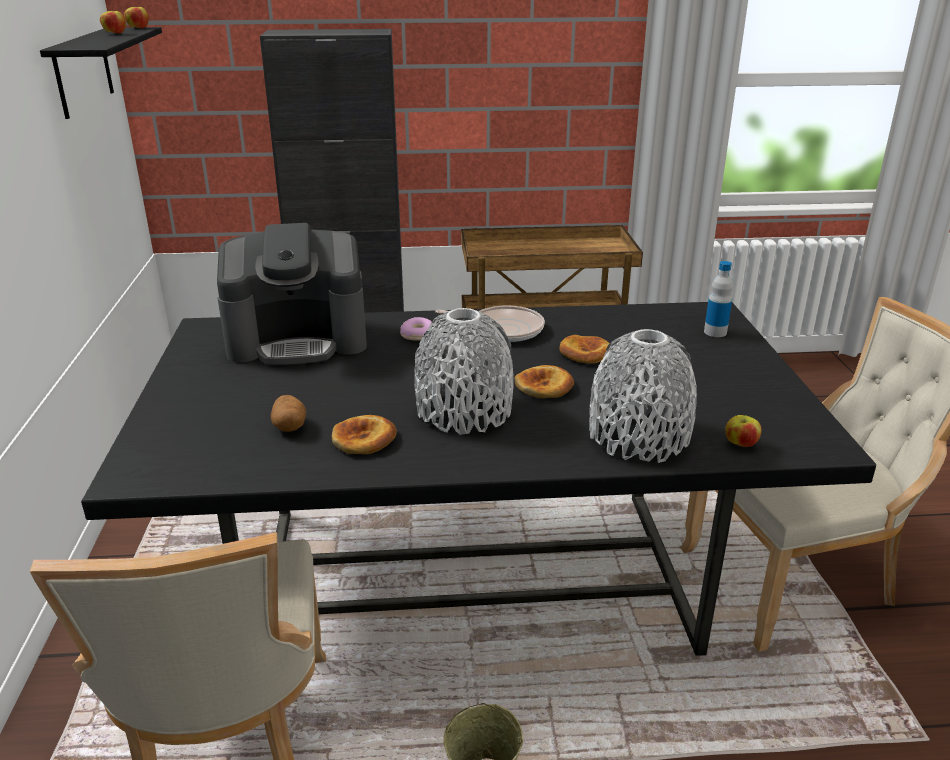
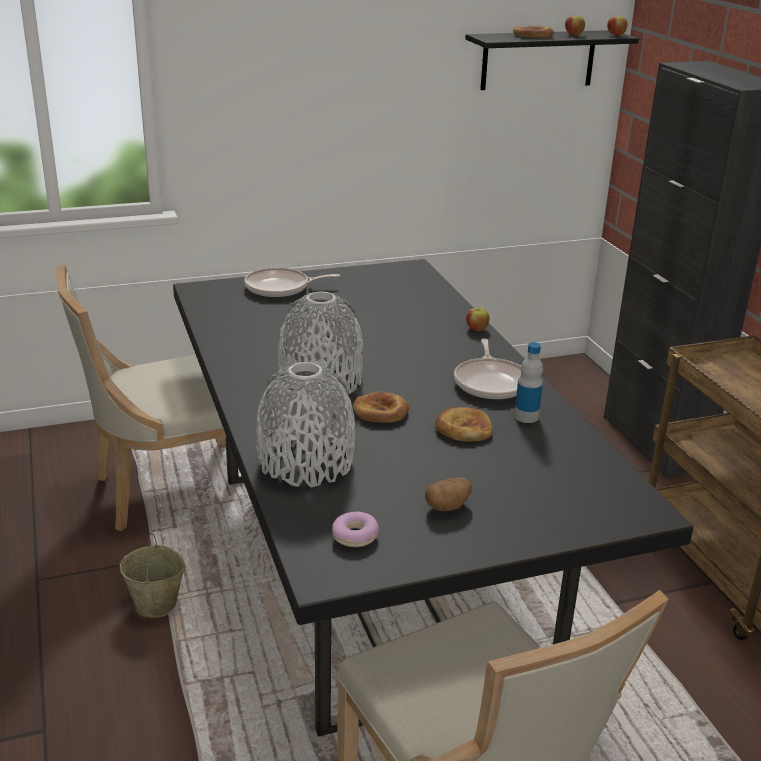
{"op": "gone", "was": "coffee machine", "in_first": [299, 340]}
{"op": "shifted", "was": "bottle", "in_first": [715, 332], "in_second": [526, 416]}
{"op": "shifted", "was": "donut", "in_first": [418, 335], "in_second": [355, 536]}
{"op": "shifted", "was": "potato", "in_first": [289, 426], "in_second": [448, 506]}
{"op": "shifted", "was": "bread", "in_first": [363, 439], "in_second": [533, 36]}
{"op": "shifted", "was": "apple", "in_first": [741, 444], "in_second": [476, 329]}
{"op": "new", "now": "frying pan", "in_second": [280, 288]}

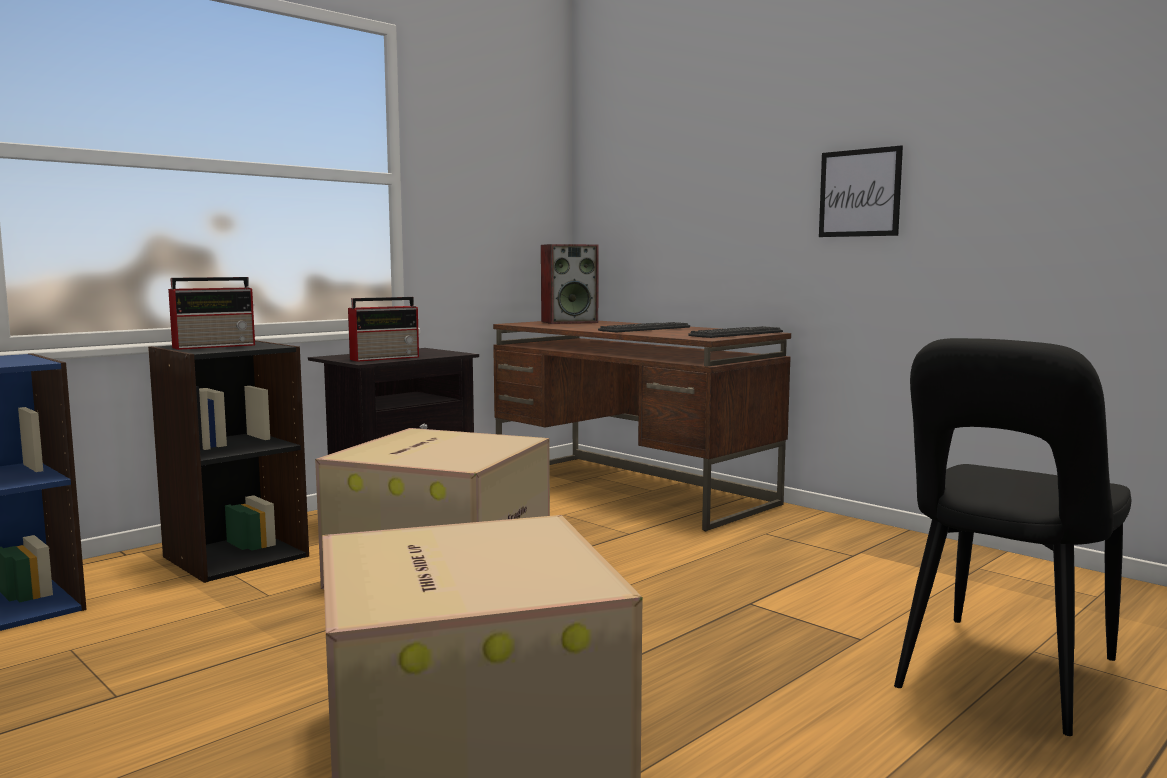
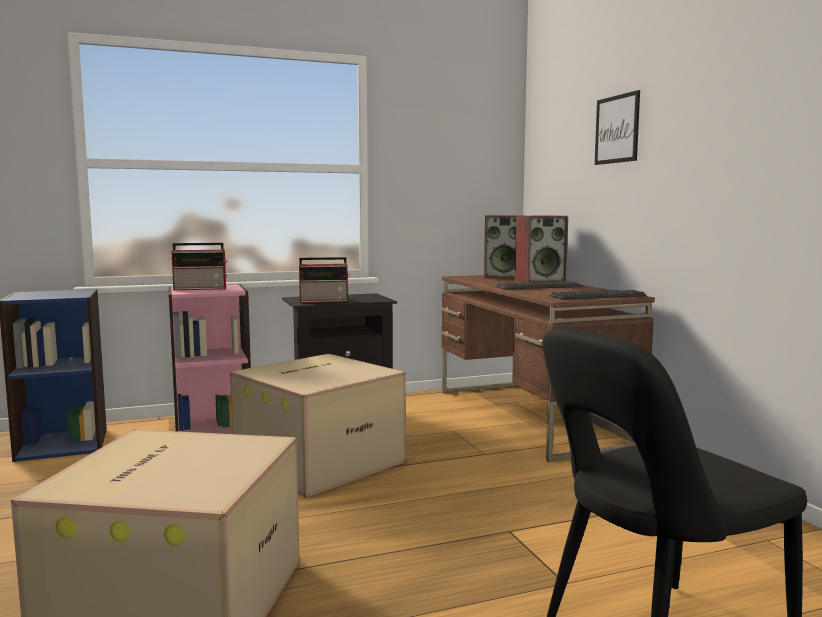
{"op": "shifted", "was": "picture", "in_first": [859, 193], "in_second": [617, 129]}
{"op": "repainted", "was": "bookcase in black", "now": "bookcase in pink", "in_first": [235, 556], "in_second": [213, 430]}
{"op": "new", "now": "speaker", "in_second": [540, 281]}

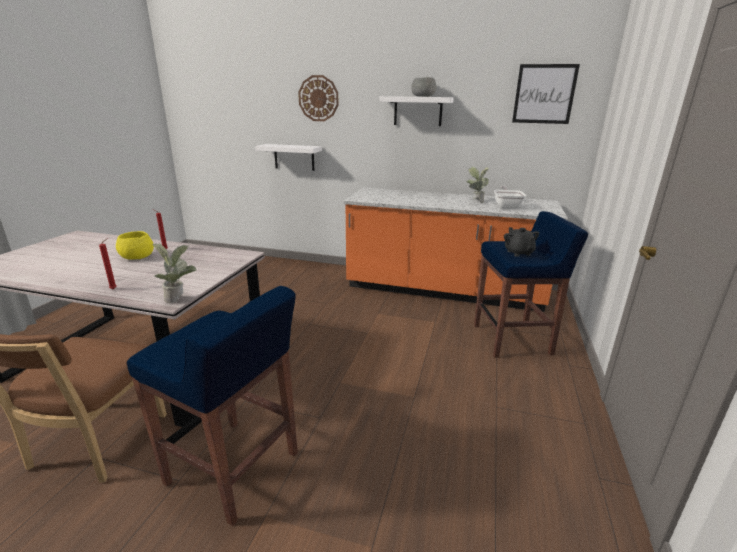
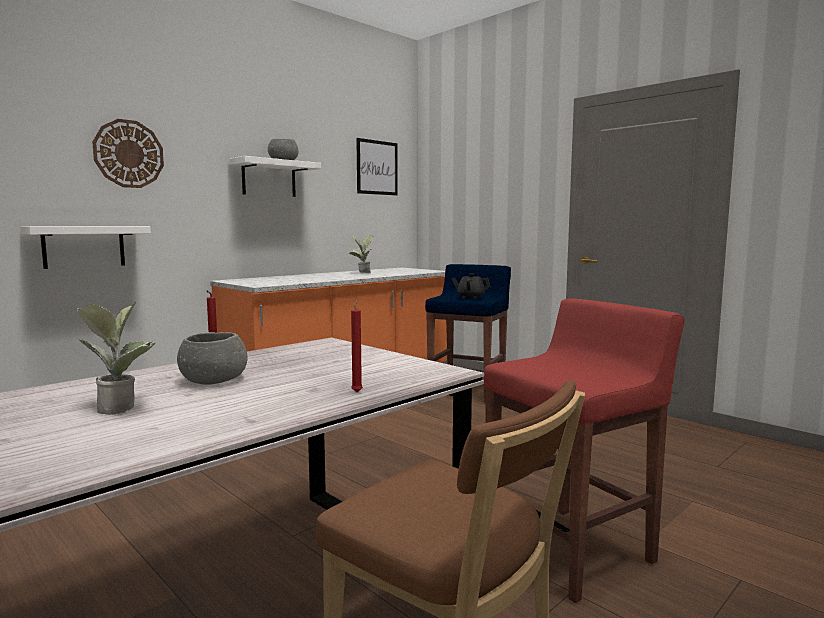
{"op": "gone", "was": "frying pan", "in_first": [507, 206]}
{"op": "repainted", "was": "bowl in yellow", "now": "bowl in grey", "in_first": [137, 257], "in_second": [214, 380]}
{"op": "shifted", "was": "potted plant", "in_first": [179, 298], "in_second": [122, 407]}
{"op": "repainted", "was": "stool in blue", "now": "stool in red", "in_first": [235, 469], "in_second": [571, 550]}

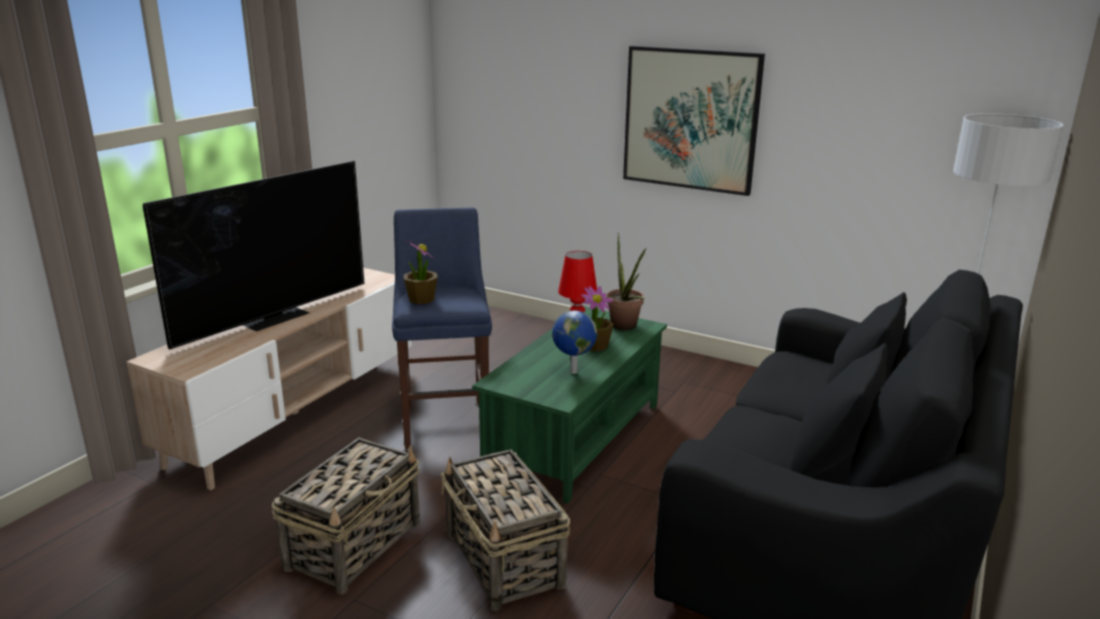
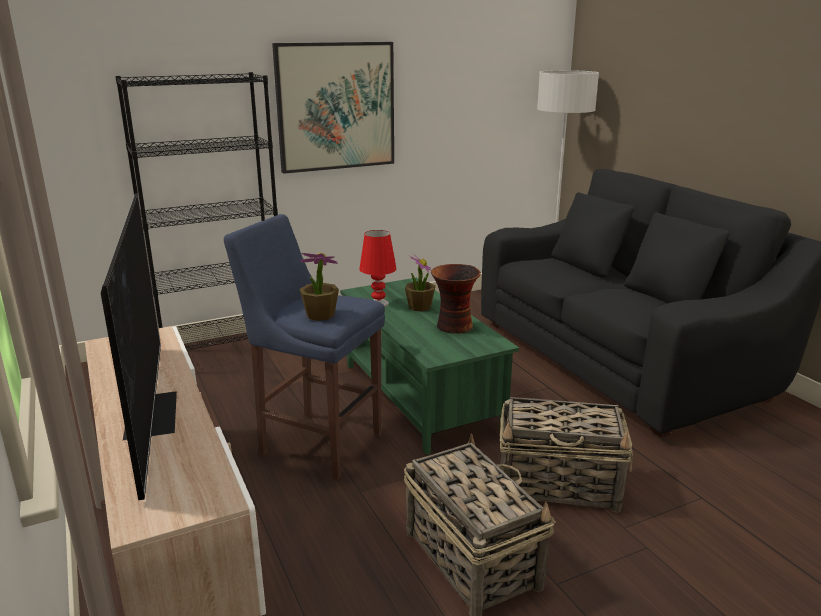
{"op": "gone", "was": "potted plant", "in_first": [625, 327]}
{"op": "swapped", "was": "globe", "now": "vase", "in_first": [572, 372], "in_second": [454, 327]}
{"op": "new", "now": "bookcase in black", "in_second": [223, 350]}

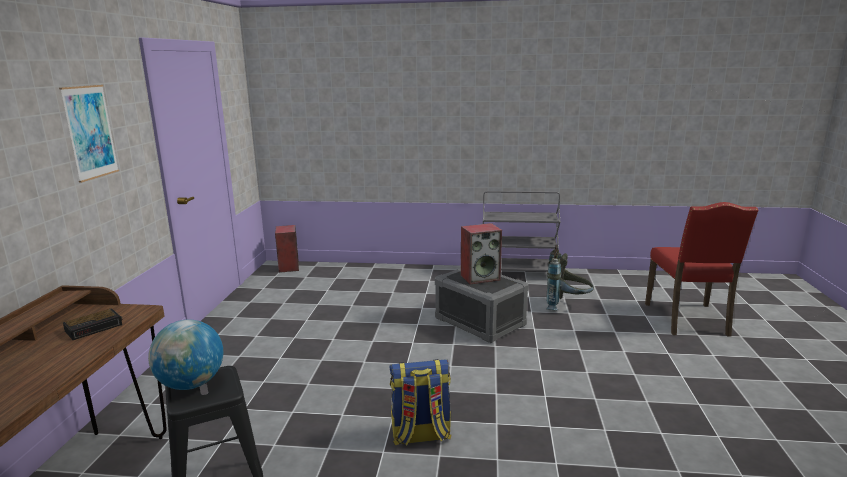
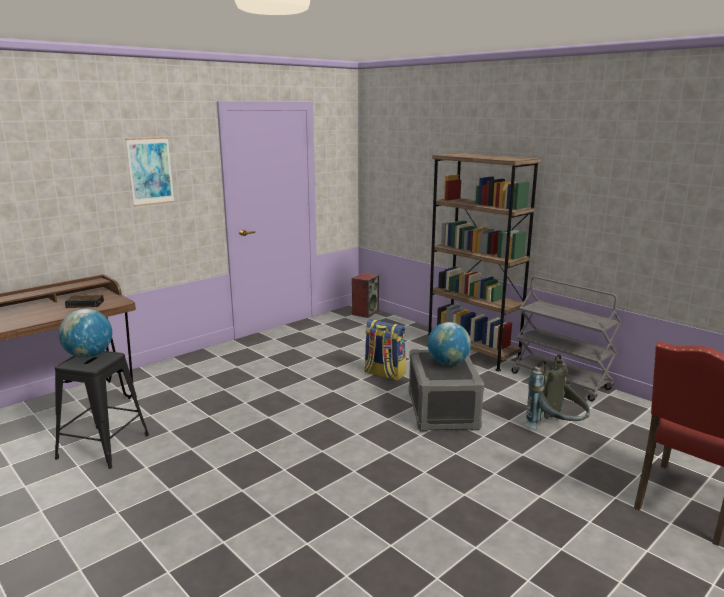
{"op": "swapped", "was": "speaker", "now": "globe", "in_first": [480, 277], "in_second": [448, 363]}
{"op": "shifted", "was": "backpack", "in_first": [420, 435], "in_second": [384, 374]}
{"op": "new", "now": "bookcase in brown", "in_second": [472, 352]}

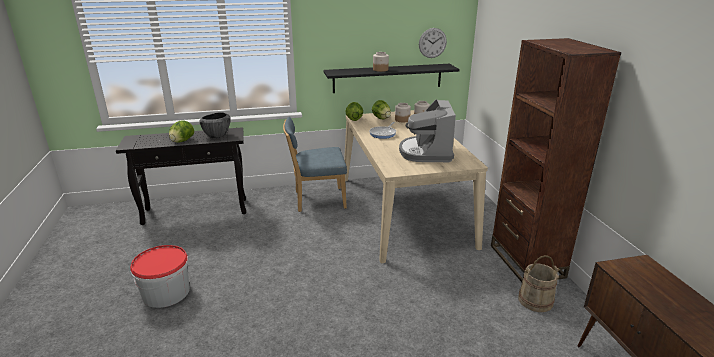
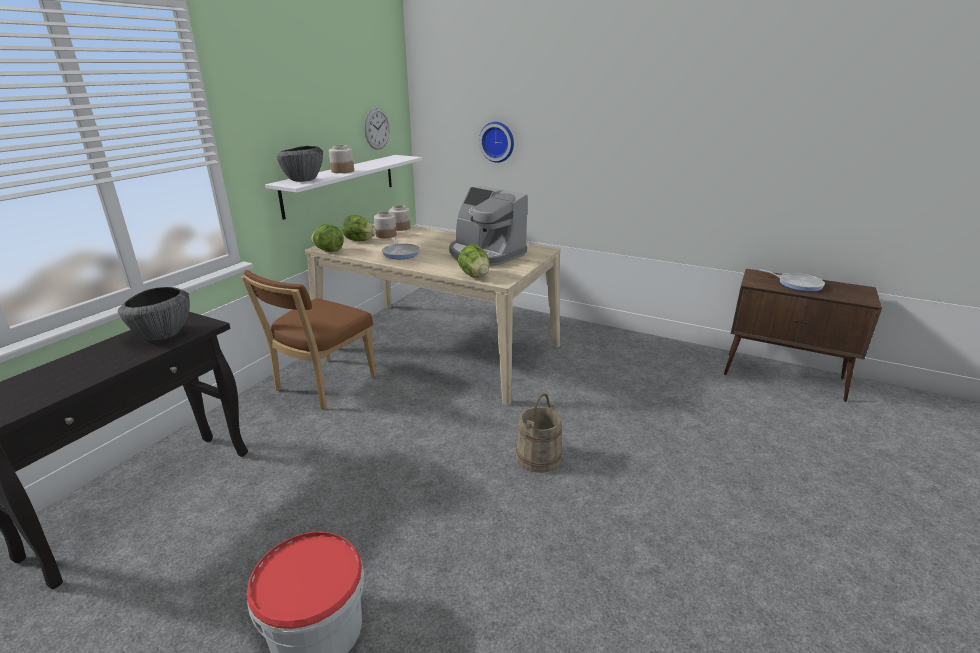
{"op": "gone", "was": "bookcase in brown", "in_first": [526, 261]}
{"op": "repainted", "was": "shelf in black", "now": "shelf in white", "in_first": [387, 78], "in_second": [341, 184]}
{"op": "repainted", "was": "chair in blue", "now": "chair in brown", "in_first": [317, 200], "in_second": [322, 385]}
{"op": "shifted", "was": "lettuce", "in_first": [182, 141], "in_second": [474, 276]}
{"op": "shifted", "was": "bucket in beige", "in_first": [535, 300], "in_second": [538, 457]}
{"op": "new", "now": "wall clock", "in_second": [497, 141]}
{"op": "new", "now": "bowl", "in_second": [303, 180]}
{"op": "new", "now": "frying pan", "in_second": [797, 284]}

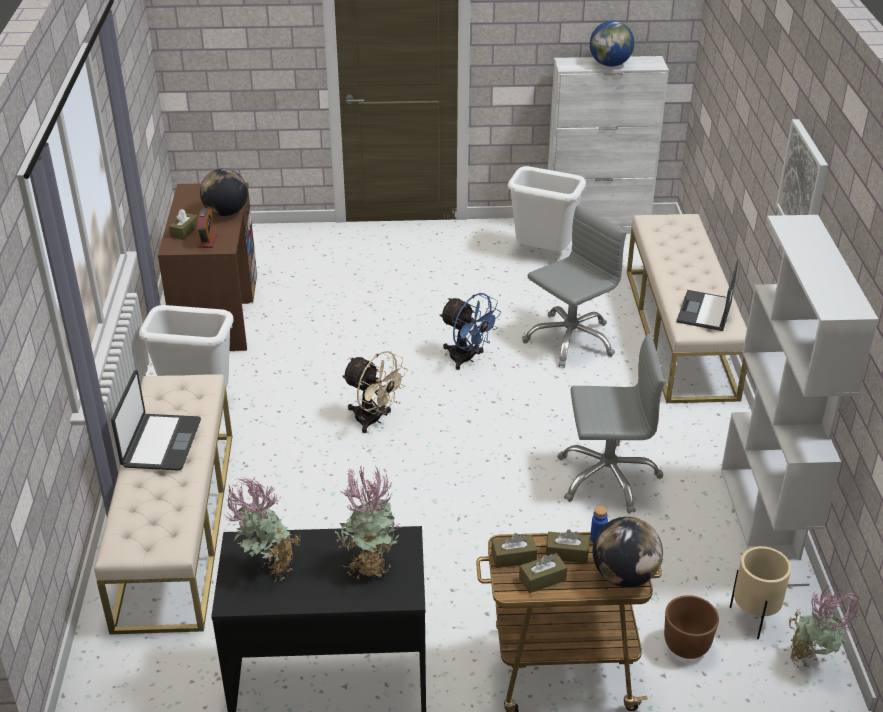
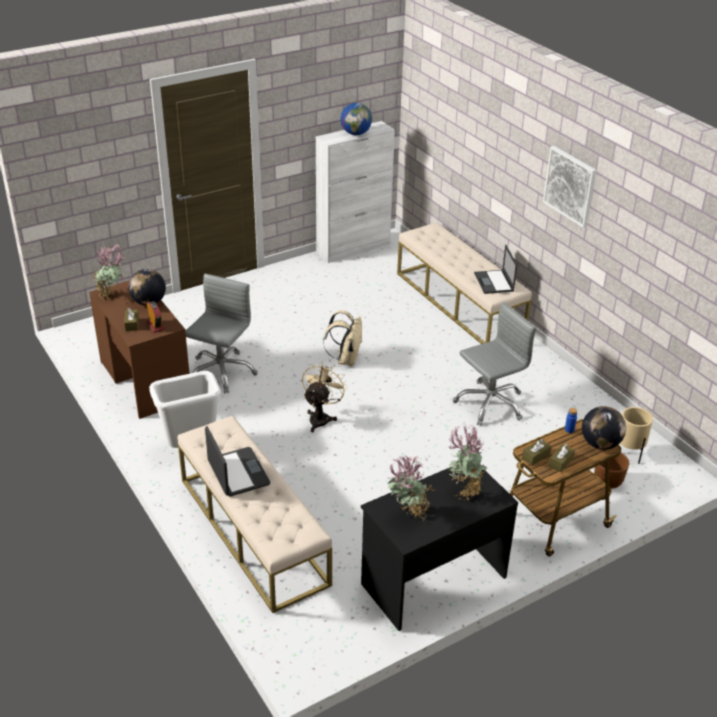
{"op": "gone", "was": "trash can in white", "in_first": [543, 254]}
{"op": "shifted", "was": "office chair in grey", "in_first": [570, 340], "in_second": [221, 372]}
{"op": "gone", "was": "bookcase in white", "in_first": [764, 525]}
{"op": "swapped", "was": "fan in blue", "now": "backpack in beige", "in_first": [467, 359], "in_second": [346, 359]}
{"op": "rotated", "was": "fan in beige", "in_first": [374, 420], "in_second": [321, 417], "clockwise": -75}
{"op": "gone", "was": "tissue box in brown", "in_first": [567, 553]}
{"op": "shifted", "was": "potted plant", "in_first": [812, 661], "in_second": [112, 296]}

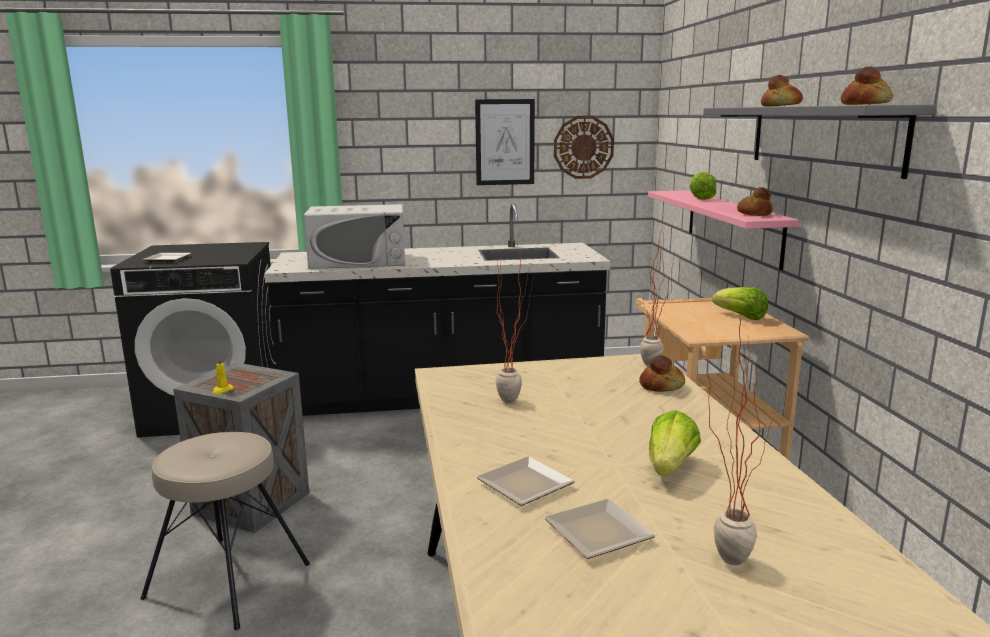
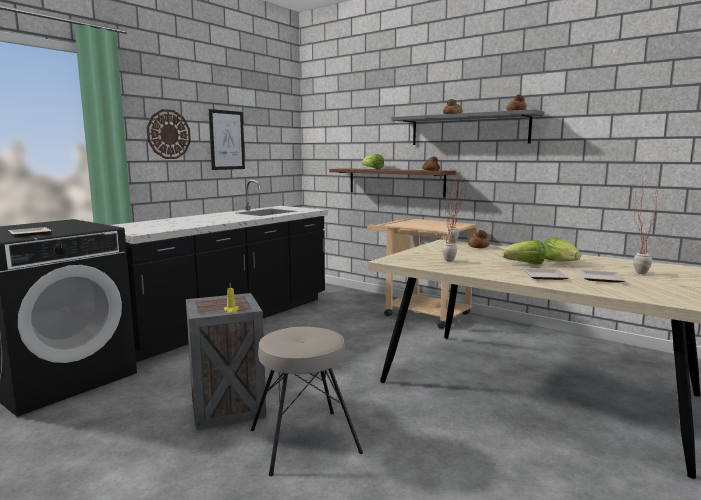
{"op": "shifted", "was": "wall clock", "in_first": [583, 147], "in_second": [168, 134]}
{"op": "repainted", "was": "shelf in pink", "now": "shelf in brown", "in_first": [732, 226], "in_second": [395, 182]}
{"op": "gone", "was": "microwave in white", "in_first": [359, 261]}
{"op": "shifted", "was": "lettuce", "in_first": [741, 317], "in_second": [525, 264]}

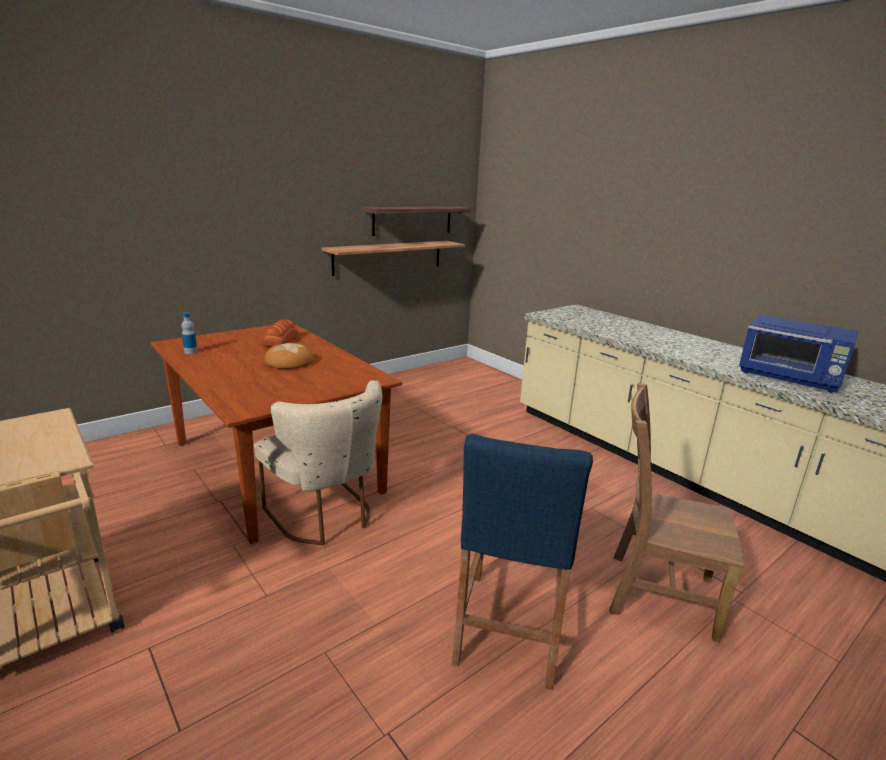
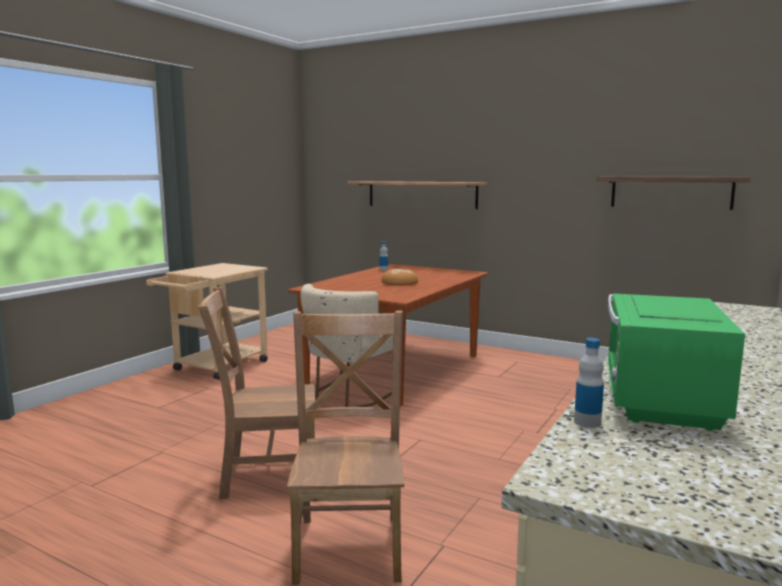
{"op": "shifted", "was": "shelf", "in_first": [388, 257], "in_second": [421, 194]}
{"op": "repainted", "was": "microwave in blue", "now": "microwave in green", "in_first": [790, 378], "in_second": [659, 401]}
{"op": "gone", "was": "bread", "in_first": [281, 340]}
{"op": "swapped", "was": "stool in blue", "now": "chair in brown", "in_first": [509, 626], "in_second": [265, 475]}
{"op": "new", "now": "bottle", "in_second": [587, 422]}

